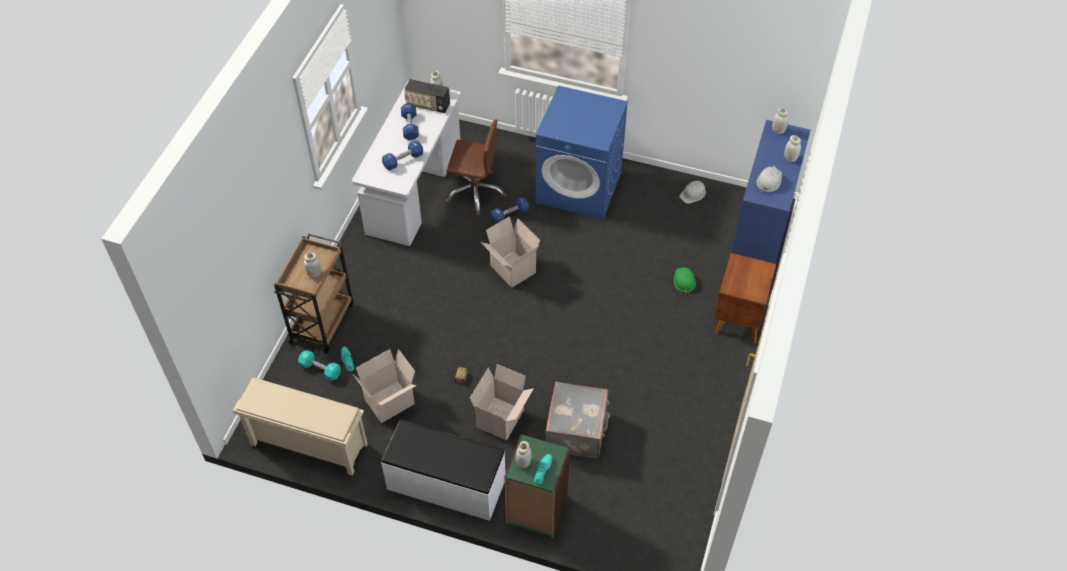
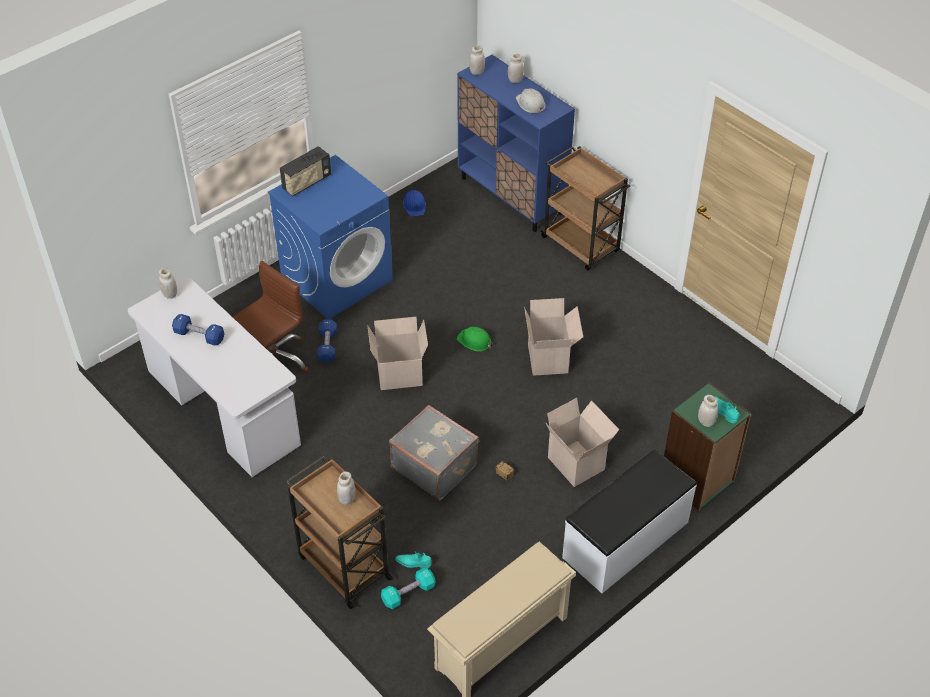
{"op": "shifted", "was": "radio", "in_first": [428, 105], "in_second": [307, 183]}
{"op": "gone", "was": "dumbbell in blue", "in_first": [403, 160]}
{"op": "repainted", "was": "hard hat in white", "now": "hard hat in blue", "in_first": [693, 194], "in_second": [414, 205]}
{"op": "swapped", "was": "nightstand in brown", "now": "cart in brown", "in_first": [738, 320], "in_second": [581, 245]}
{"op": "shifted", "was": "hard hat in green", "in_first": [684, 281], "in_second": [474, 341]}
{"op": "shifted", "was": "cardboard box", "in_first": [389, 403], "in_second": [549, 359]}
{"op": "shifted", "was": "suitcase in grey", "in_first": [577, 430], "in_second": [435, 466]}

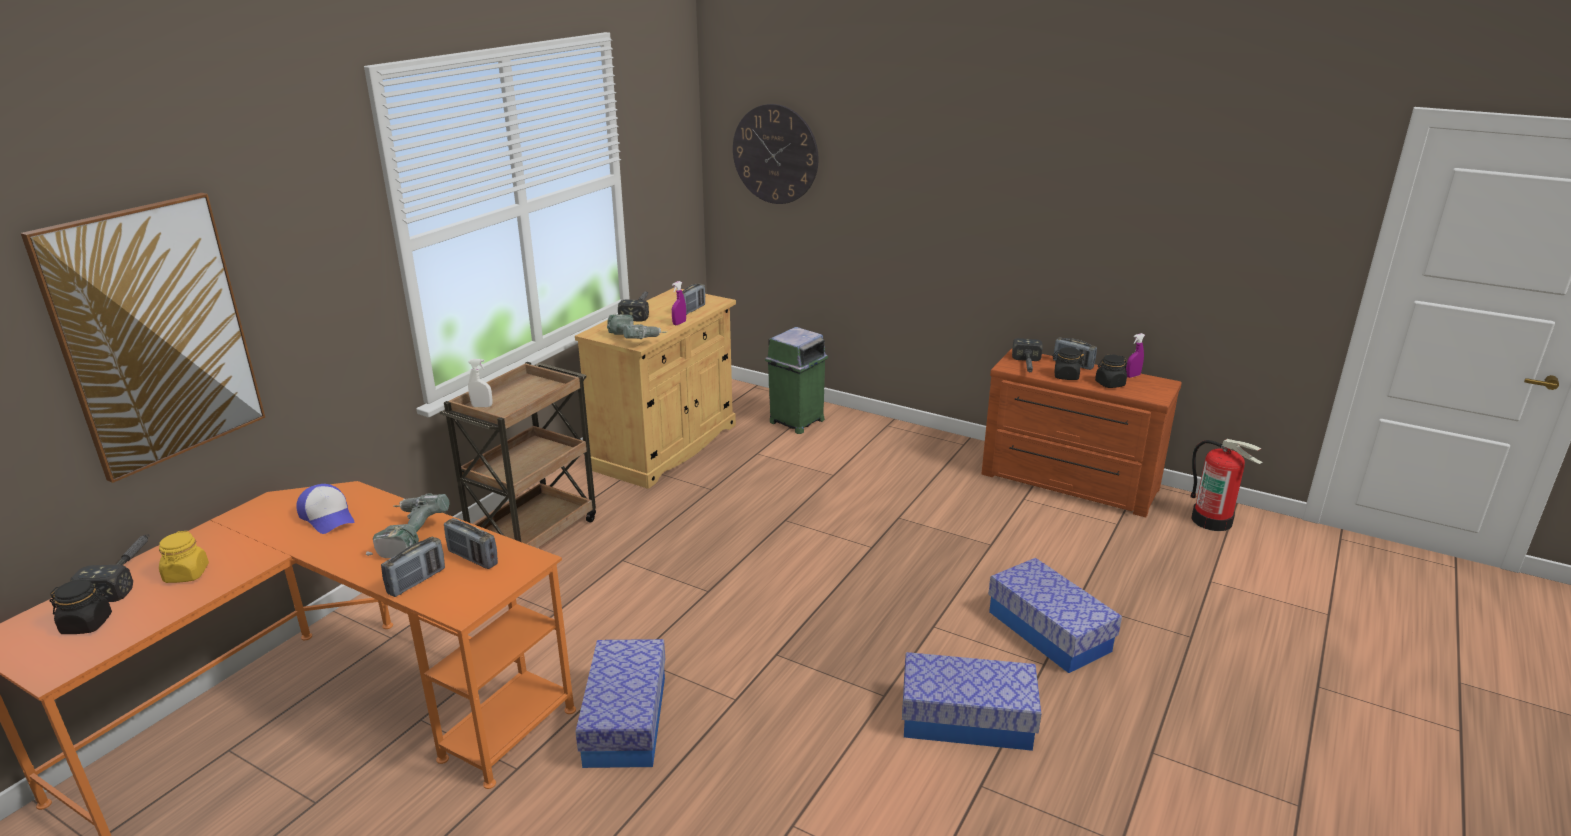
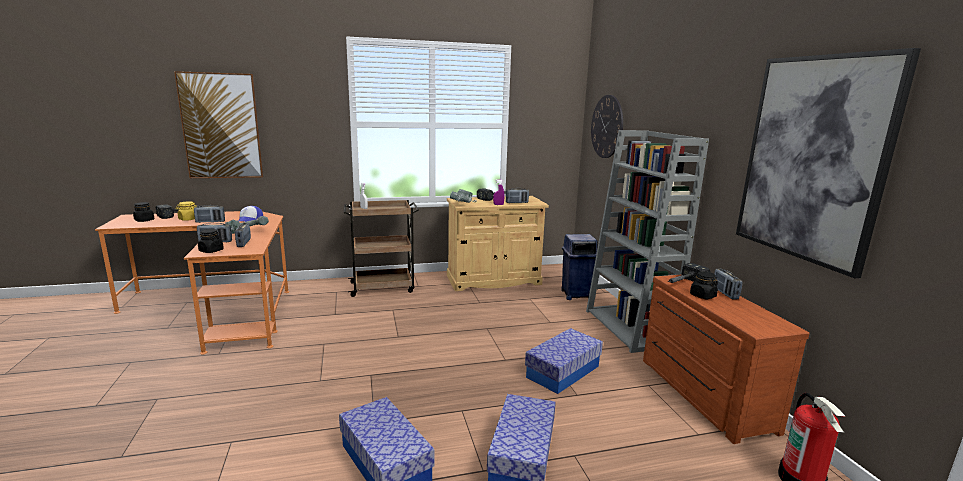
{"op": "repainted", "was": "trash can in green", "now": "trash can in blue", "in_first": [796, 421], "in_second": [576, 294]}
{"op": "gone", "was": "spray bottle in purple", "in_first": [1132, 376]}
{"op": "shifted", "was": "jar in black", "in_first": [1109, 384], "in_second": [211, 251]}
{"op": "shifted", "was": "storage box", "in_first": [625, 720], "in_second": [563, 371]}
{"op": "new", "now": "picture", "in_second": [813, 159]}
{"op": "new", "now": "bookcase in grey", "in_second": [629, 328]}
{"op": "new", "now": "radio", "in_second": [210, 222]}

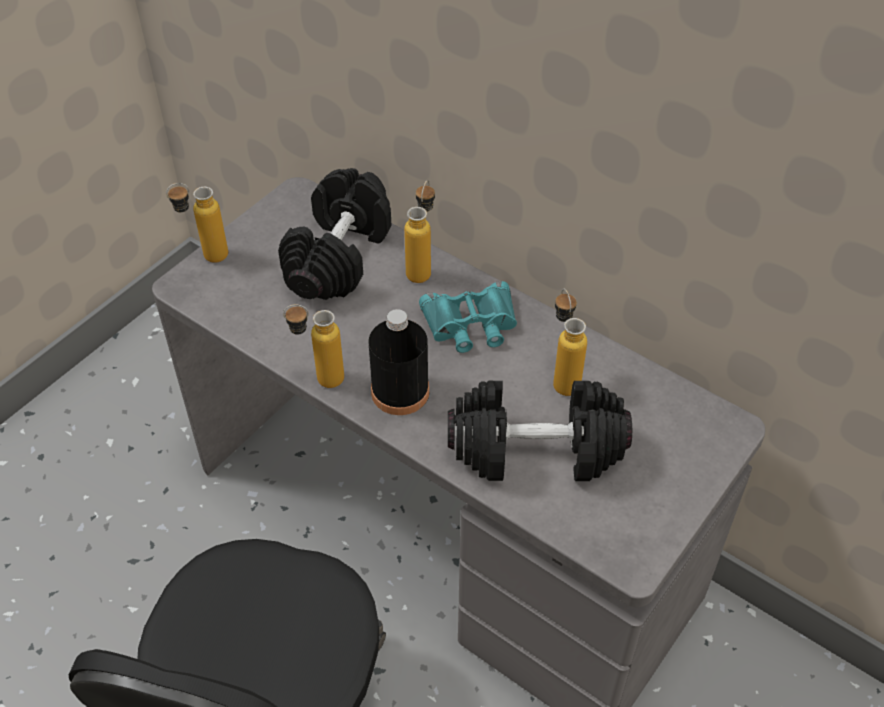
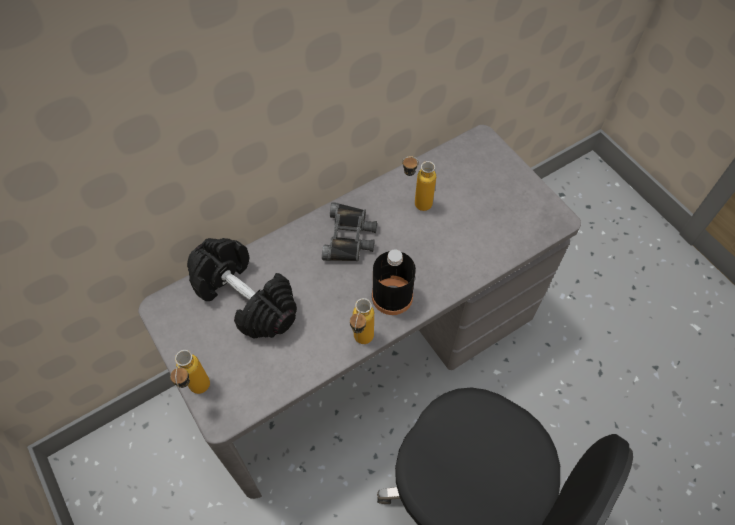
{"op": "gone", "was": "bottle", "in_first": [422, 268]}
{"op": "repainted", "was": "binoculars in turquoise", "now": "binoculars in black", "in_first": [471, 324], "in_second": [350, 237]}
{"op": "gone", "was": "dumbbell in black", "in_first": [535, 451]}

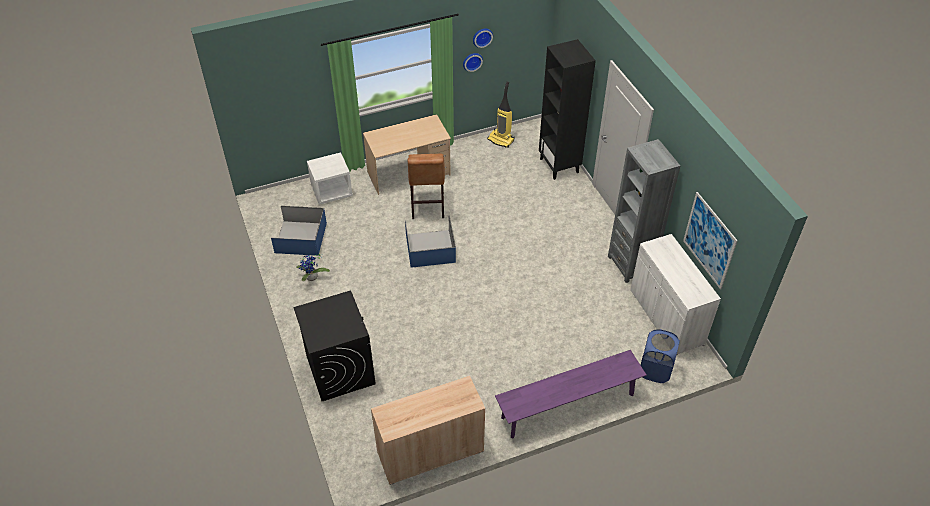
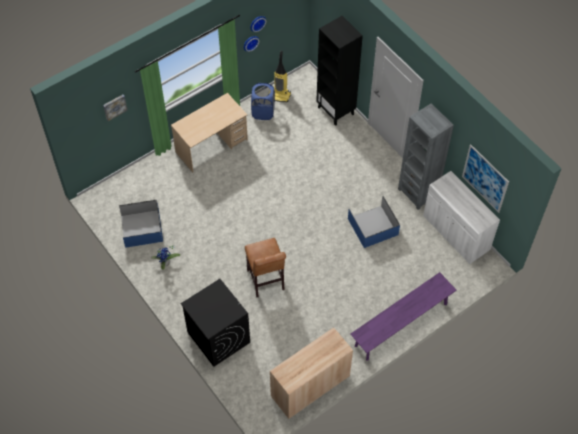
{"op": "gone", "was": "nightstand in white", "in_first": [332, 191]}
{"op": "shifted", "was": "stool in brown", "in_first": [427, 208], "in_second": [266, 282]}
{"op": "shifted", "was": "storage box in blue", "in_first": [431, 248], "in_second": [373, 226]}
{"op": "shifted", "was": "laundry basket in blue", "in_first": [655, 370], "in_second": [263, 112]}
{"op": "new", "now": "picture", "in_second": [114, 106]}

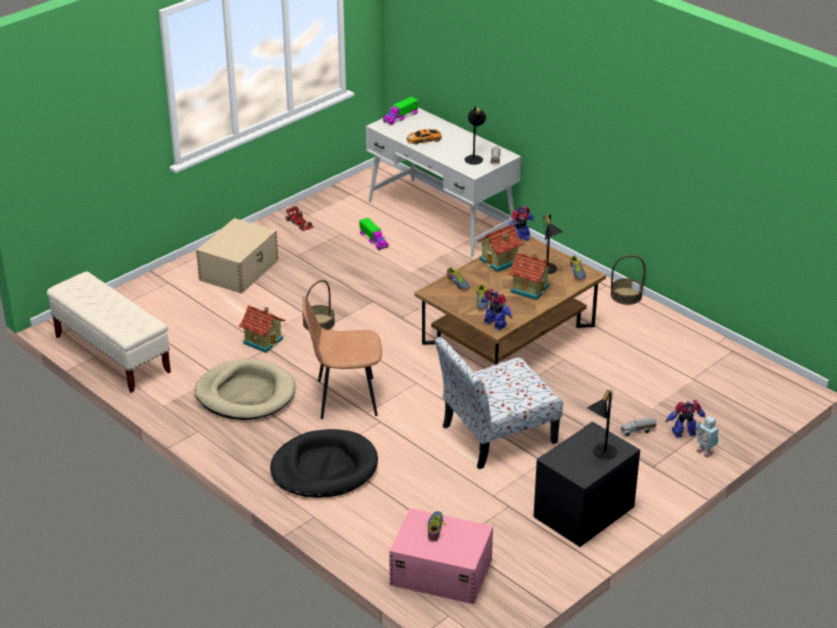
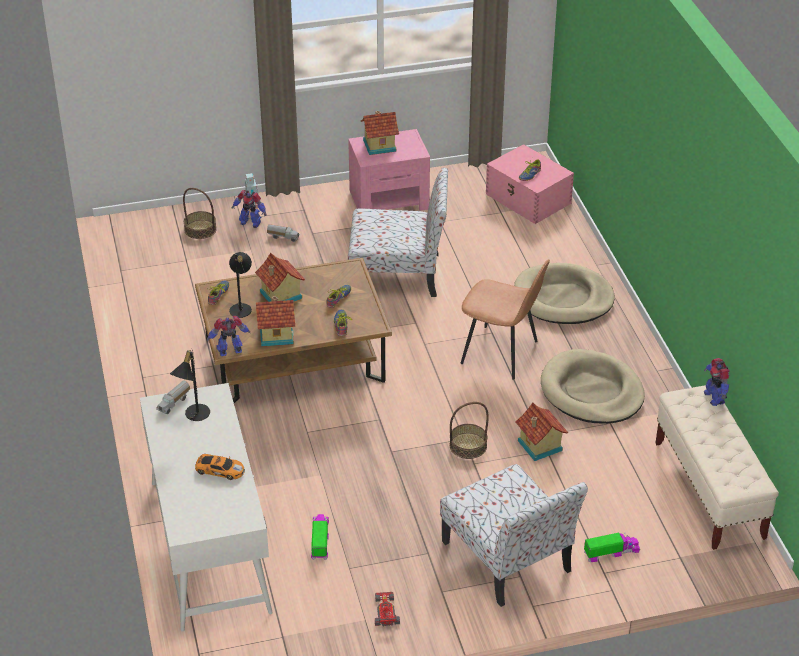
{"op": "shifted", "was": "toy truck", "in_first": [400, 117], "in_second": [611, 552]}
{"op": "swapped", "was": "storage box in beige", "now": "chair", "in_first": [239, 270], "in_second": [508, 558]}
{"op": "shifted", "was": "basket", "in_first": [626, 296], "in_second": [200, 229]}
{"op": "shifted", "was": "toy robot", "in_first": [494, 325], "in_second": [714, 397]}
{"op": "swapped", "was": "table lamp in black", "now": "toy house", "in_first": [600, 452], "in_second": [379, 145]}
{"op": "repainted", "was": "nightstand in black", "now": "nightstand in pink", "in_first": [583, 512], "in_second": [389, 199]}
{"op": "repainted", "was": "dog bed in black", "now": "dog bed in beige", "in_first": [324, 468], "in_second": [563, 298]}

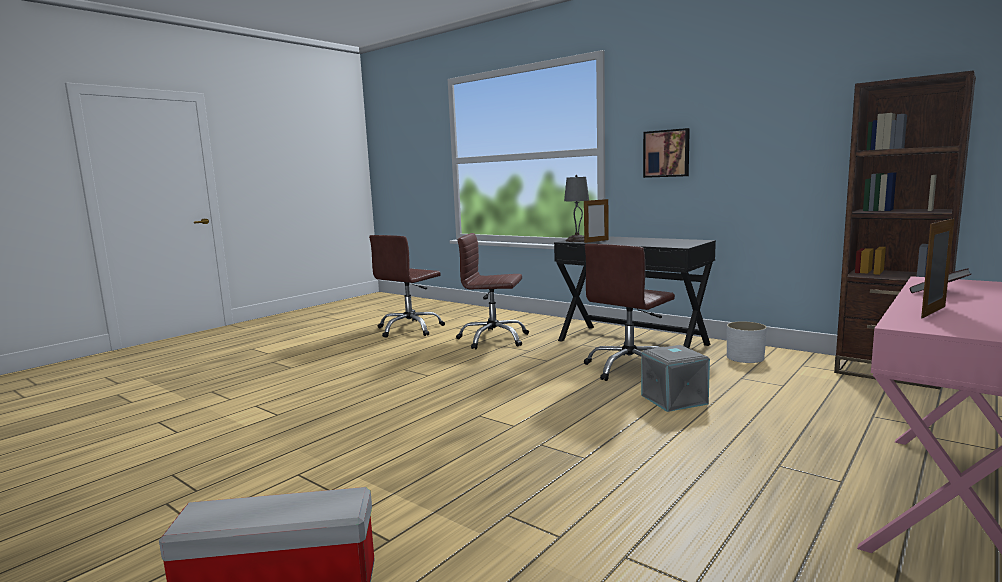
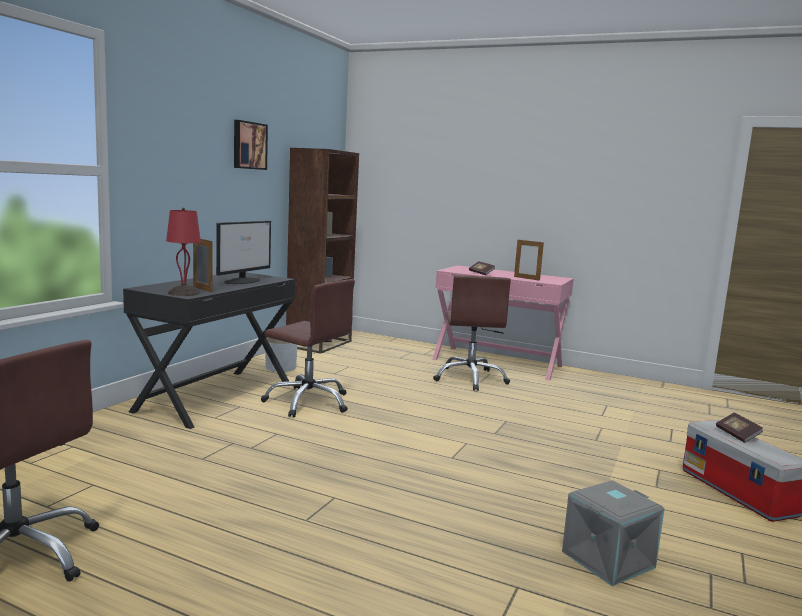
{"op": "shifted", "was": "picture", "in_first": [666, 153], "in_second": [248, 145]}
{"op": "repainted", "was": "table lamp in grey", "now": "table lamp in red", "in_first": [577, 240], "in_second": [184, 293]}
{"op": "shifted", "was": "office chair in brown", "in_first": [493, 339], "in_second": [470, 378]}
{"op": "shifted", "was": "storage box in grey", "in_first": [675, 399], "in_second": [607, 558]}
{"op": "new", "now": "monitor", "in_second": [243, 281]}
{"op": "new", "now": "book", "in_second": [737, 435]}

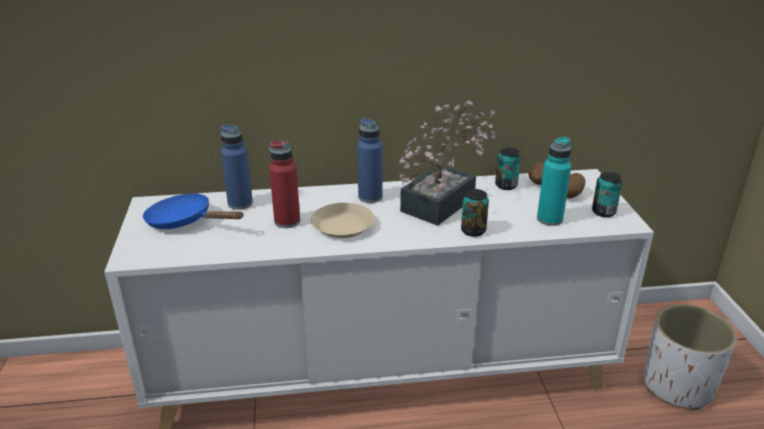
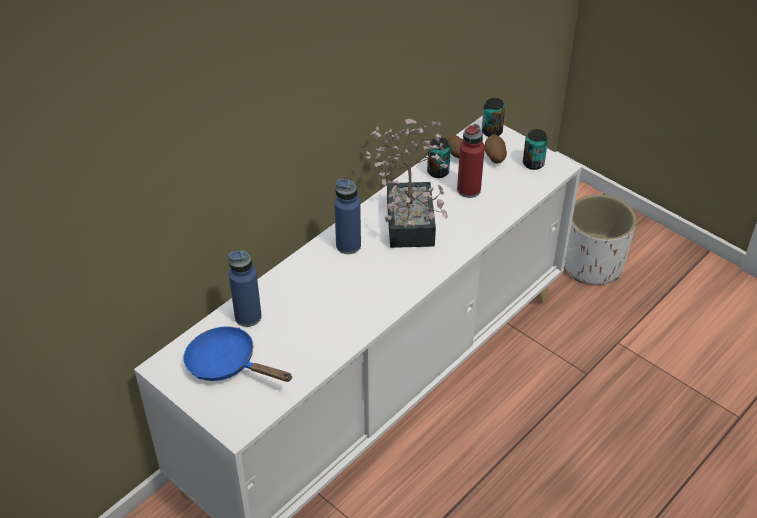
{"op": "gone", "was": "bottle in turquoise", "in_first": [549, 219]}
{"op": "shifted", "was": "bottle in red", "in_first": [287, 221], "in_second": [468, 190]}
{"op": "shifted", "was": "can", "in_first": [473, 231], "in_second": [492, 132]}
{"op": "rotated", "was": "frying pan in blue", "in_first": [185, 221], "in_second": [227, 364], "clockwise": 45}
{"op": "gone", "was": "plate in beige", "in_first": [342, 225]}

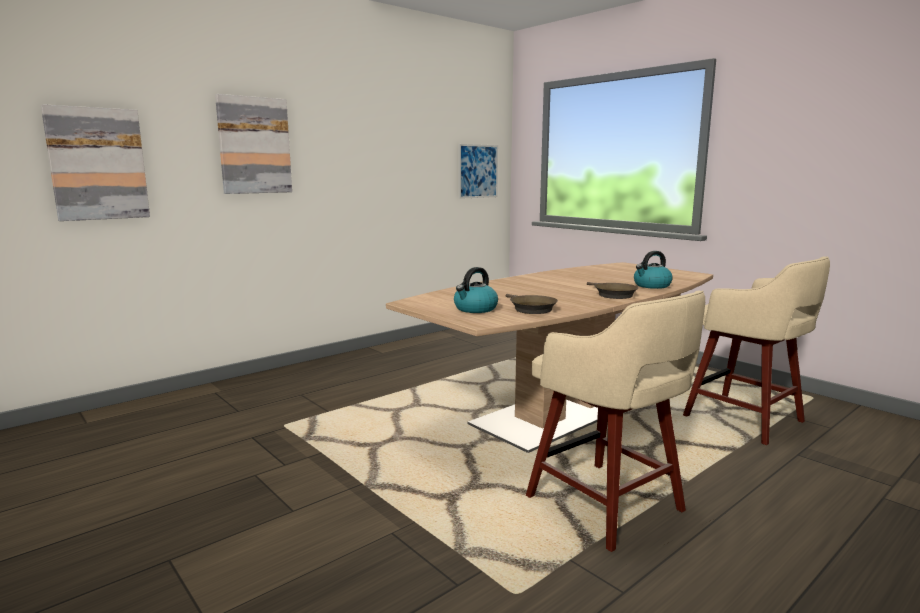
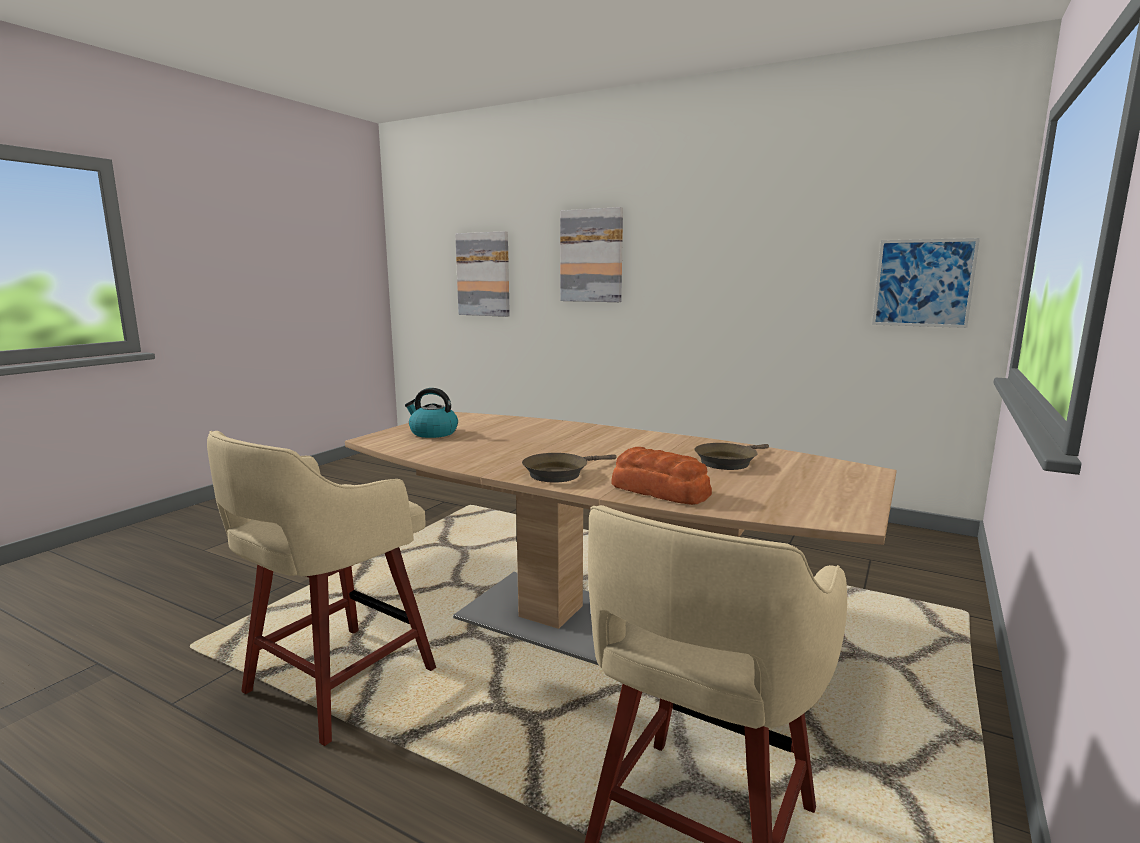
{"op": "swapped", "was": "kettle", "now": "bread", "in_first": [651, 286], "in_second": [661, 491]}
{"op": "shifted", "was": "frying pan in brown", "in_first": [530, 309], "in_second": [728, 462]}

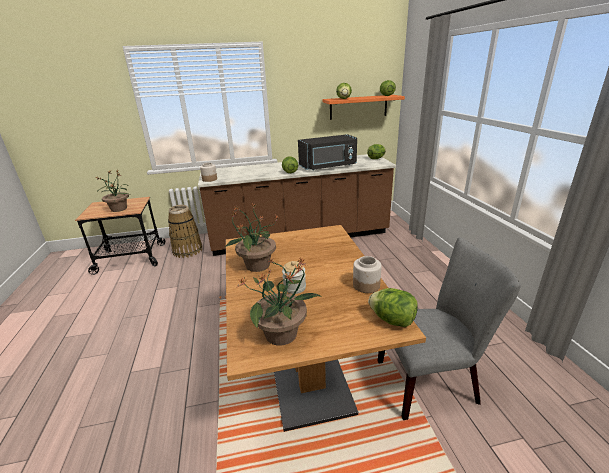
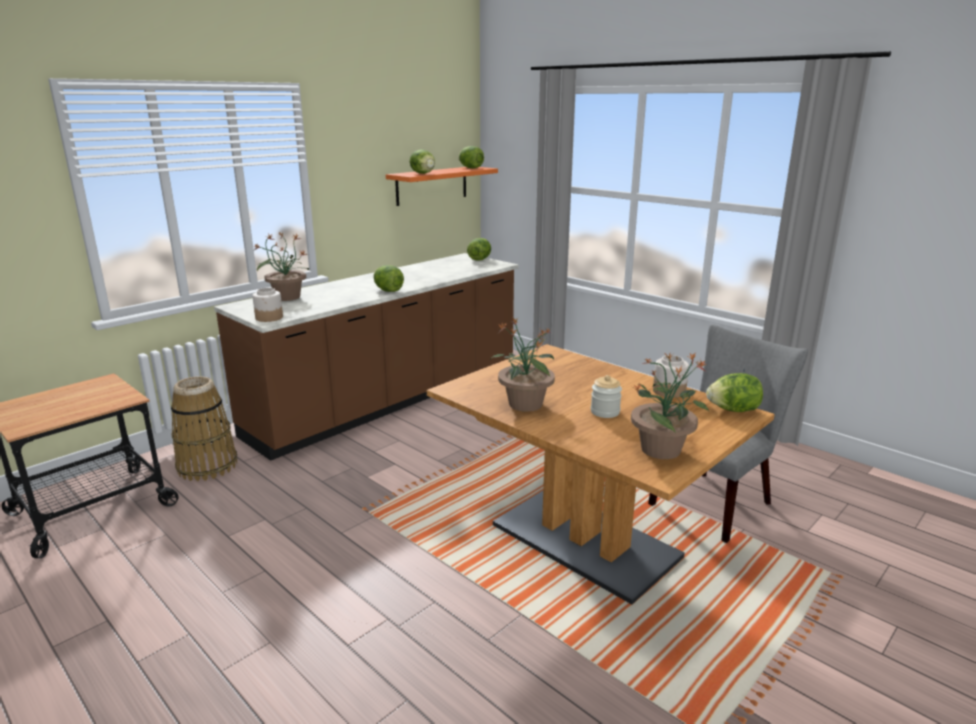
{"op": "gone", "was": "microwave in black", "in_first": [328, 166]}
{"op": "shifted", "was": "potted plant", "in_first": [119, 209], "in_second": [287, 297]}

